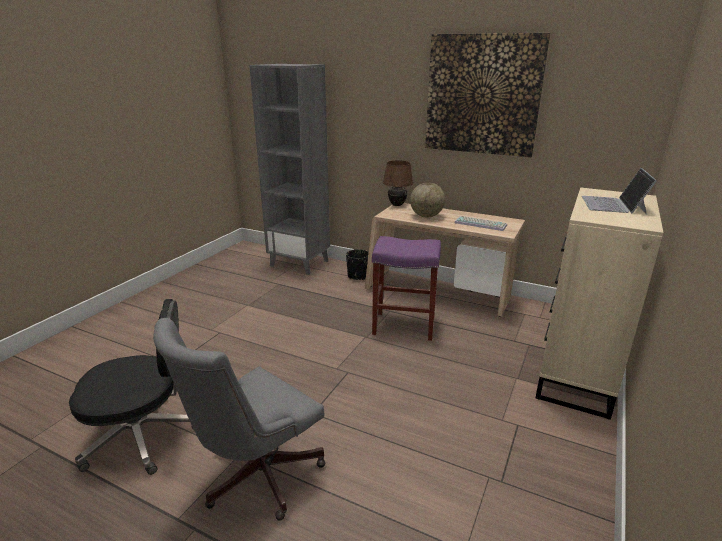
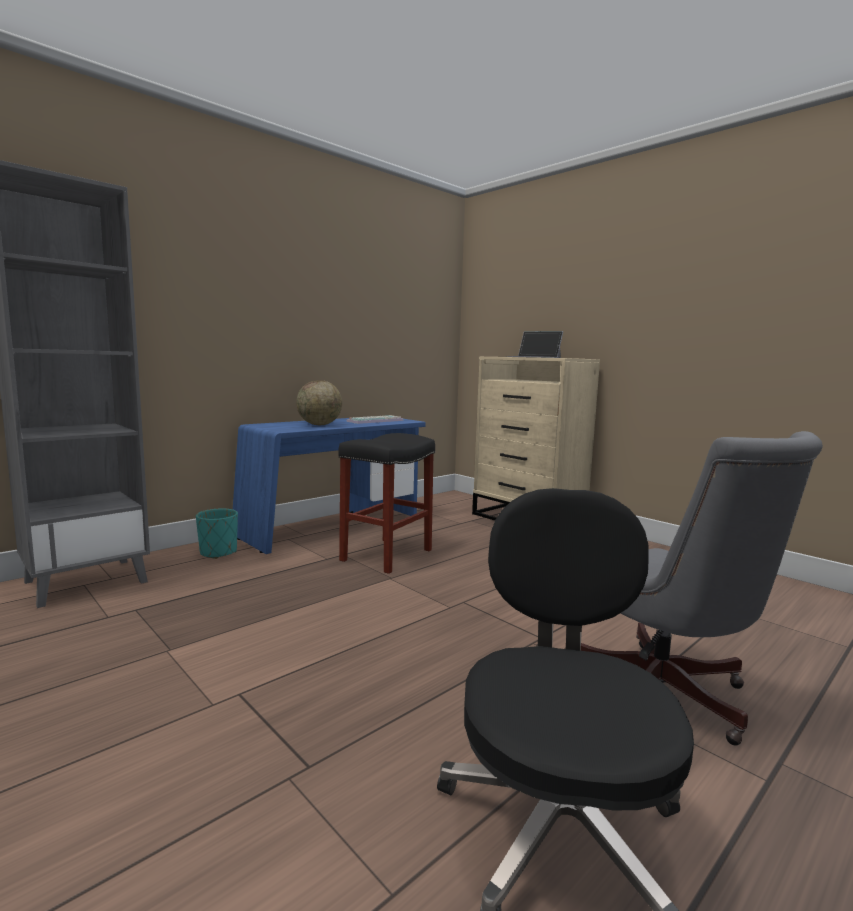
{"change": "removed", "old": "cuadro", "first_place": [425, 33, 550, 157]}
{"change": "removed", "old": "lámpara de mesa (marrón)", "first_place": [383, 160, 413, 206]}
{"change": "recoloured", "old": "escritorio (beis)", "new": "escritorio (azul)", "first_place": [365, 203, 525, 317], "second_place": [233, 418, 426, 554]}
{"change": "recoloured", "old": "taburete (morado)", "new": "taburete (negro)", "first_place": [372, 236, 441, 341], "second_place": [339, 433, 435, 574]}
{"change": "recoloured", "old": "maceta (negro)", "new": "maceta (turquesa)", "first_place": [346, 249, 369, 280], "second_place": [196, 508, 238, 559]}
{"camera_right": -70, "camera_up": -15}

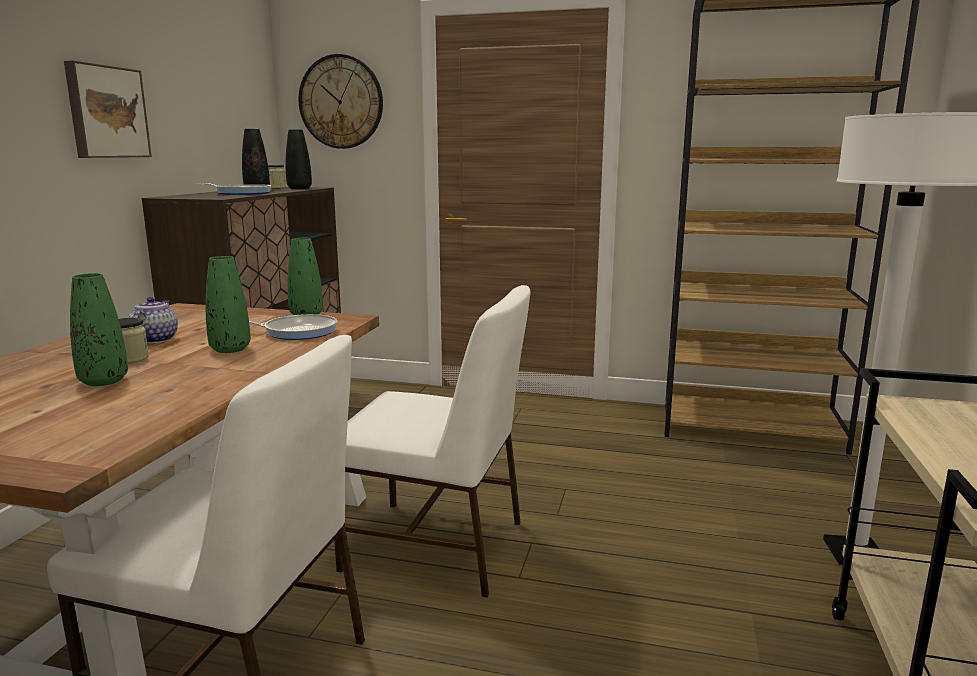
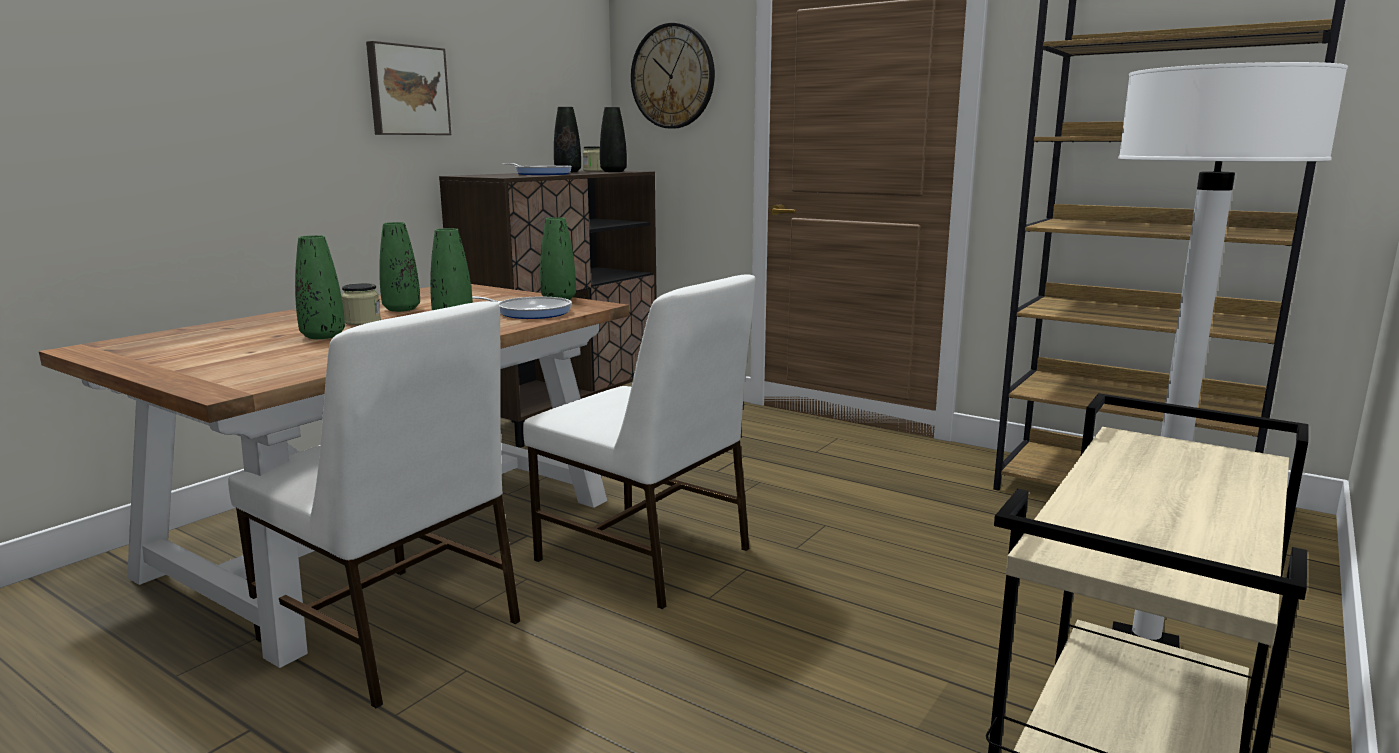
{"change": "replaced", "old": "tetera", "new": "florero (verde)", "first_place": [128, 297, 178, 344], "second_place": [379, 222, 420, 312]}
{"camera_right": 20, "camera_up": 0}

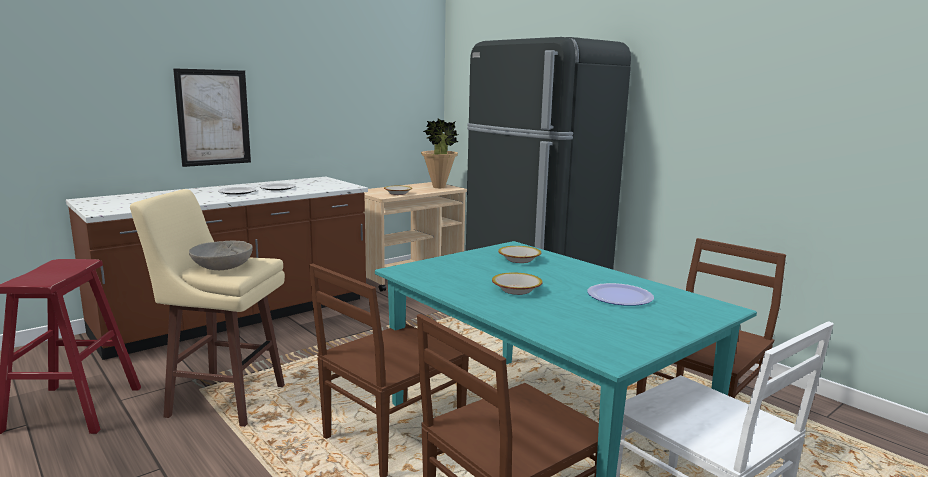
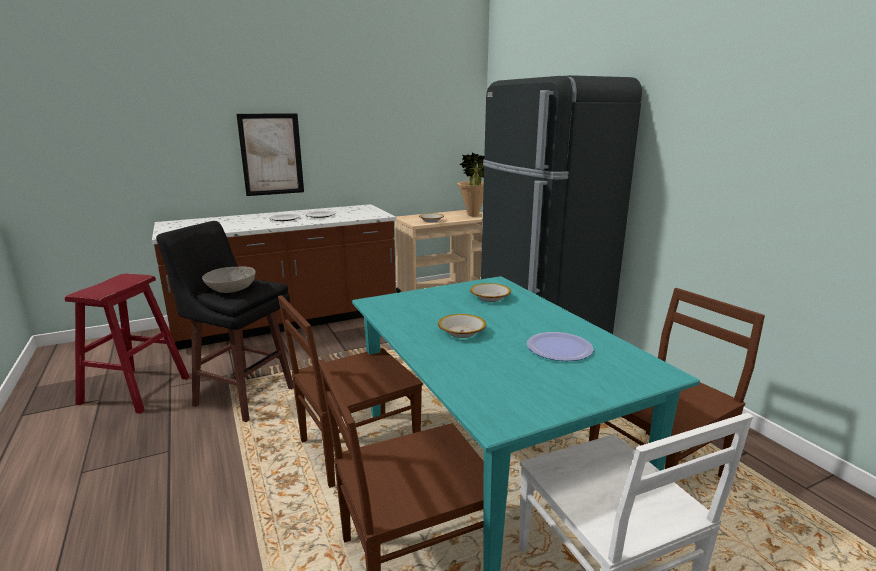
{"change": "recoloured", "old": "taburete (beis)", "new": "taburete (negro)", "first_place": [130, 189, 285, 427], "second_place": [156, 221, 294, 422]}
{"camera_right": 15, "camera_up": 5}

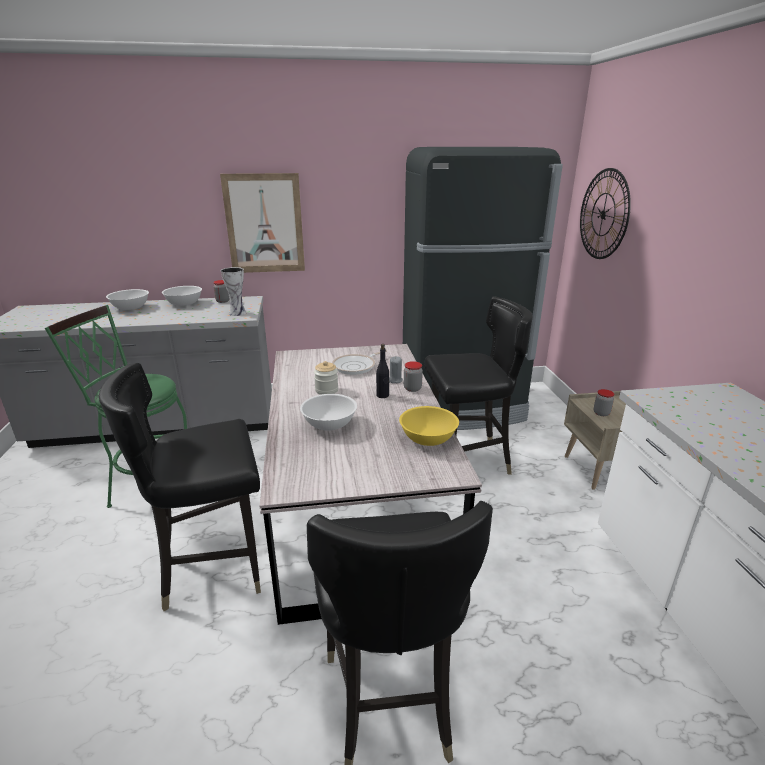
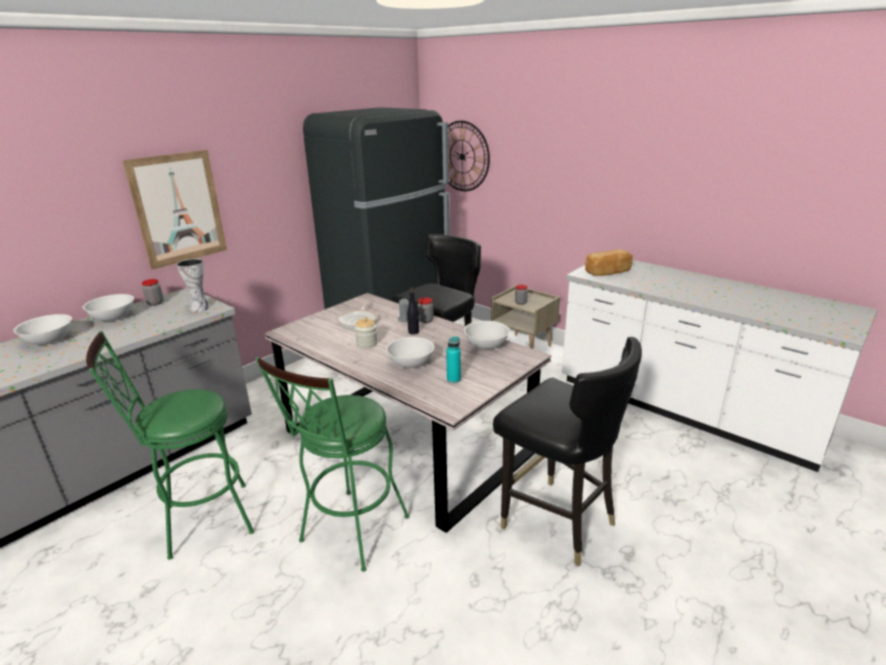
{"change": "replaced", "old": "silla (negro)", "new": "taburete (verde)", "first_place": [99, 363, 261, 611], "second_place": [256, 357, 409, 572]}
{"change": "recoloured", "old": "cuenco (amarillo)", "new": "cuenco (blanco)", "first_place": [399, 406, 459, 446], "second_place": [464, 321, 510, 349]}
{"change": "added", "new": "pan", "second_place": [585, 249, 633, 276]}
{"change": "added", "new": "botella (turquesa)", "second_place": [446, 337, 461, 383]}
{"camera_right": -40, "camera_up": 0}

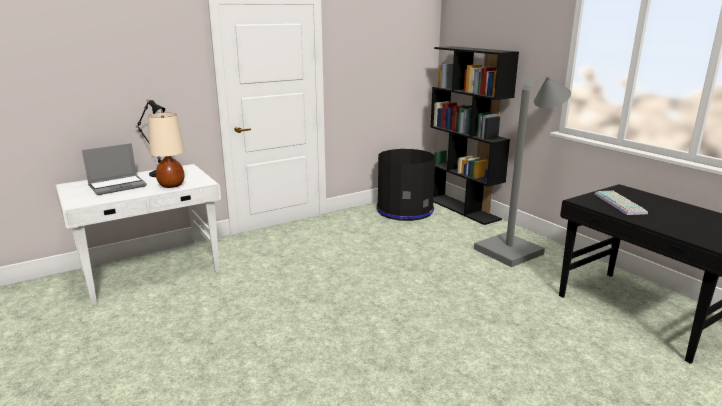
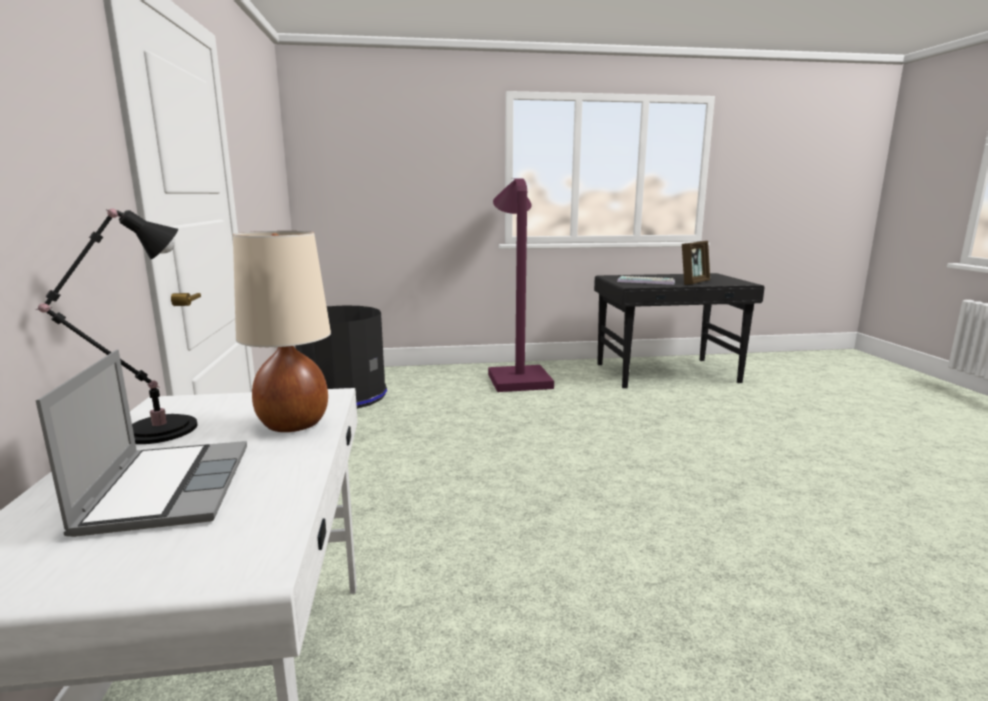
{"change": "removed", "old": "estantería (negro)", "first_place": [430, 46, 519, 225]}
{"change": "recoloured", "old": "lámpara de pie (gris)", "new": "lámpara de pie (morado)", "first_place": [474, 76, 571, 267], "second_place": [488, 178, 554, 392]}
{"change": "added", "new": "portarretratos", "second_place": [682, 241, 710, 285]}
{"camera_right": -65, "camera_up": -5}

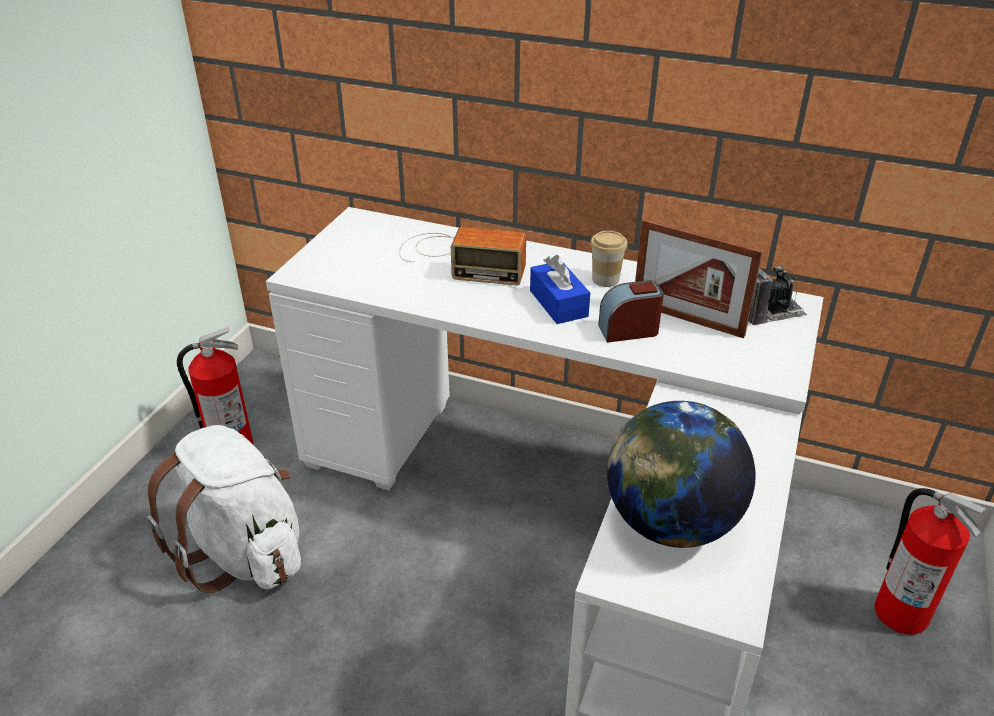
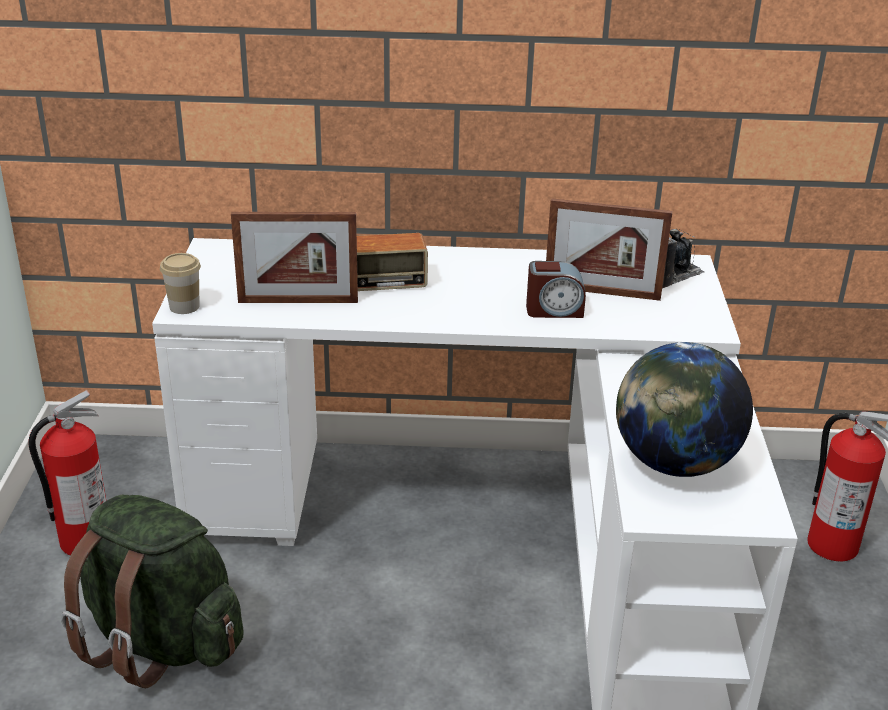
{"change": "moved", "old": "taza", "first_place": [590, 231, 627, 287], "second_place": [160, 253, 201, 314]}
{"change": "removed", "old": "caja de pañuelos (azul)", "first_place": [530, 255, 590, 324]}
{"change": "turned", "old": "despertador", "first_place": [598, 280, 664, 343], "second_place": [526, 261, 586, 318], "degrees": -150}
{"change": "recoloured", "old": "mochila (blanco)", "new": "mochila (verde)", "first_place": [147, 425, 301, 593], "second_place": [61, 495, 244, 688]}
{"change": "added", "new": "portarretratos", "second_place": [231, 212, 358, 303]}
{"camera_right": -20, "camera_up": -5}

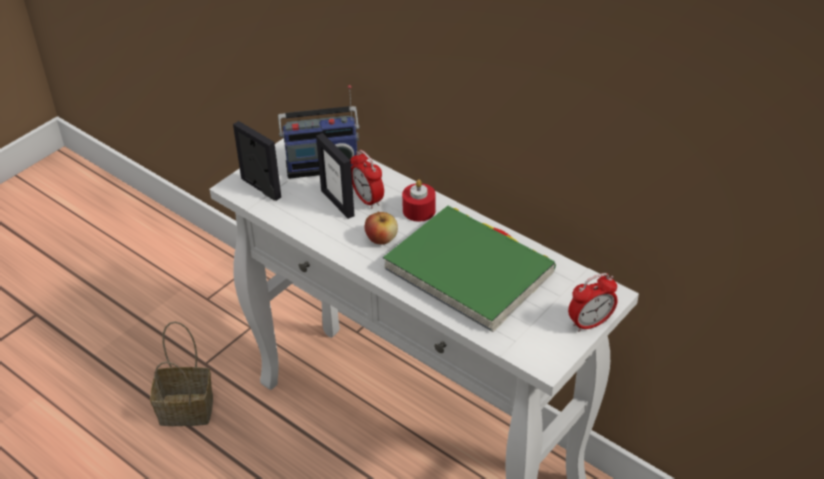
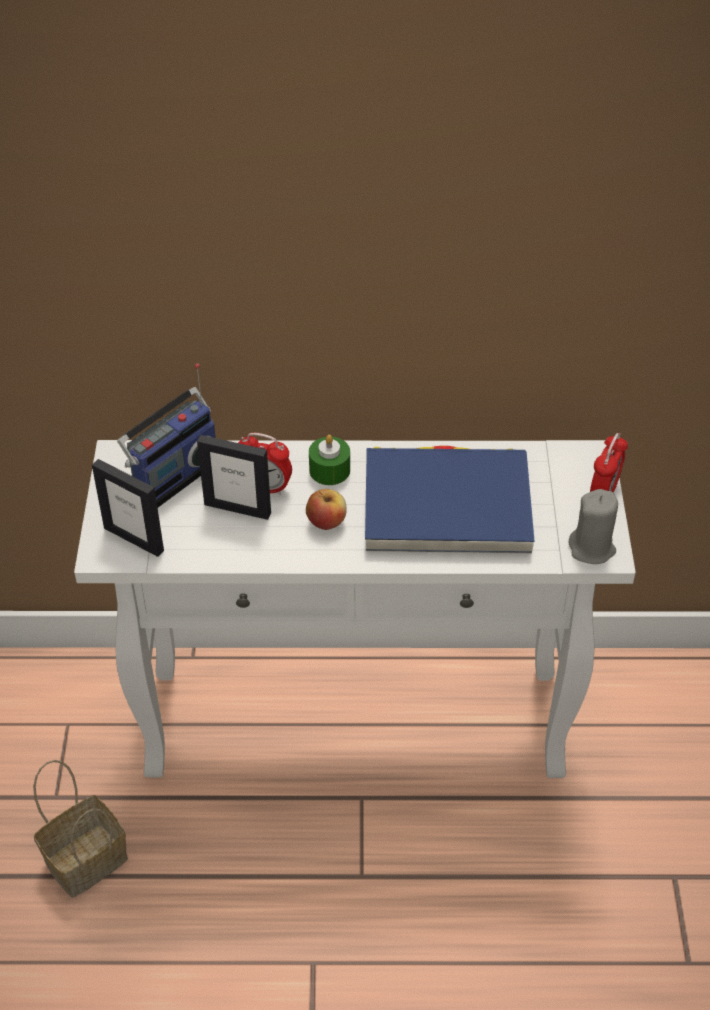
{"change": "turned", "old": "portarretratos", "first_place": [233, 121, 281, 201], "second_place": [92, 459, 164, 557], "degrees": -150}
{"change": "recoloured", "old": "vela (rojo)", "new": "vela (verde)", "first_place": [402, 180, 436, 222], "second_place": [309, 434, 350, 485]}
{"change": "recoloured", "old": "libro (verde)", "new": "libro (azul)", "first_place": [383, 206, 556, 332], "second_place": [365, 446, 534, 553]}
{"change": "added", "new": "vela (gris)", "second_place": [569, 489, 618, 564]}
{"camera_right": -40, "camera_up": 5}

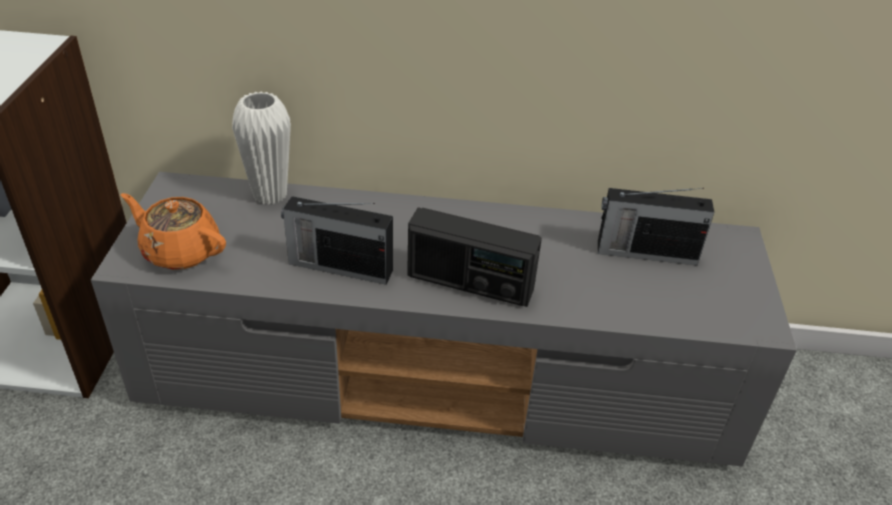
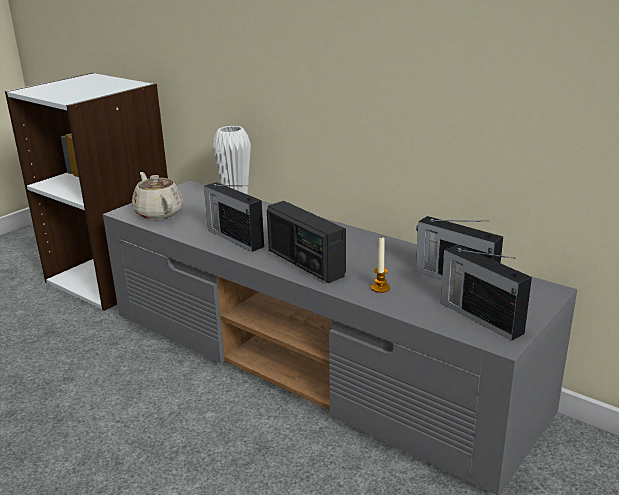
{"change": "recoloured", "old": "tetera (naranja)", "new": "tetera (beis)", "first_place": [121, 193, 226, 270], "second_place": [132, 172, 183, 220]}
{"change": "added", "new": "vela", "second_place": [371, 236, 390, 293]}
{"change": "added", "new": "radio", "second_place": [441, 245, 532, 341]}
{"camera_right": 35, "camera_up": -15}

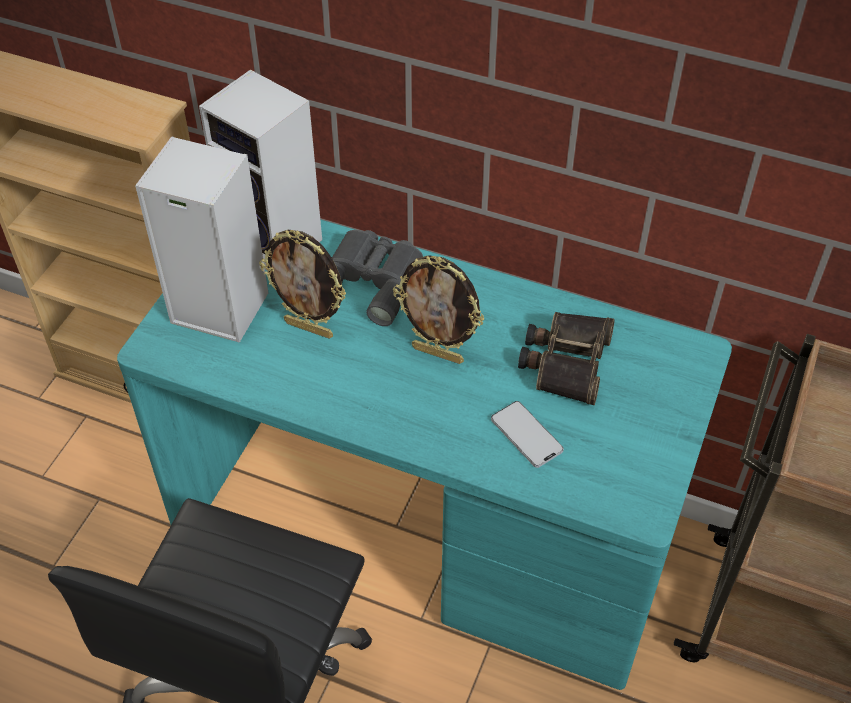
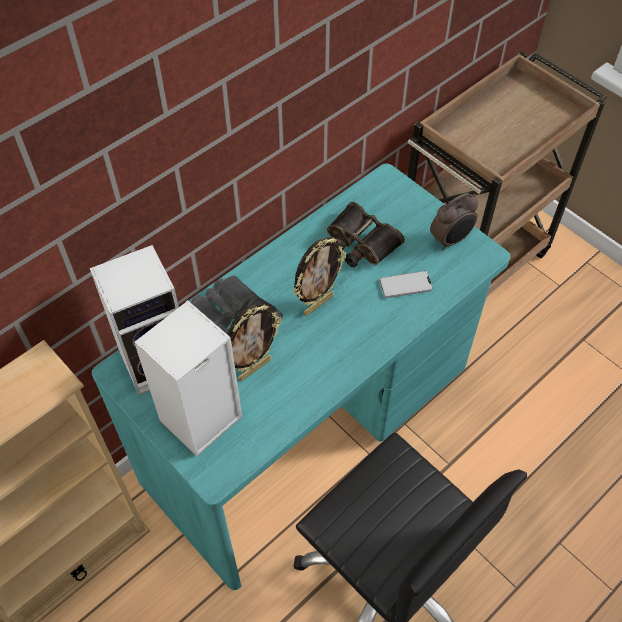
{"change": "added", "new": "despertador", "second_place": [430, 193, 479, 250]}
{"camera_right": -65, "camera_up": 5}

